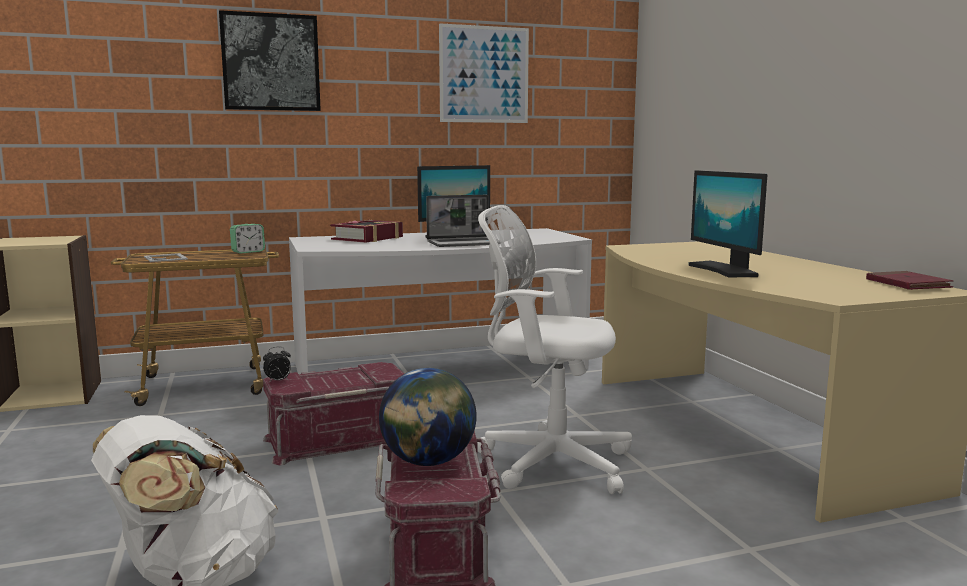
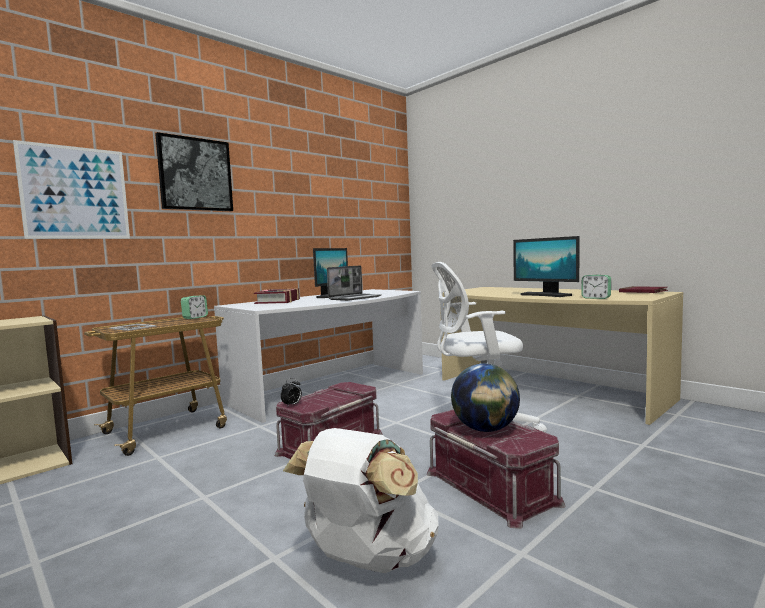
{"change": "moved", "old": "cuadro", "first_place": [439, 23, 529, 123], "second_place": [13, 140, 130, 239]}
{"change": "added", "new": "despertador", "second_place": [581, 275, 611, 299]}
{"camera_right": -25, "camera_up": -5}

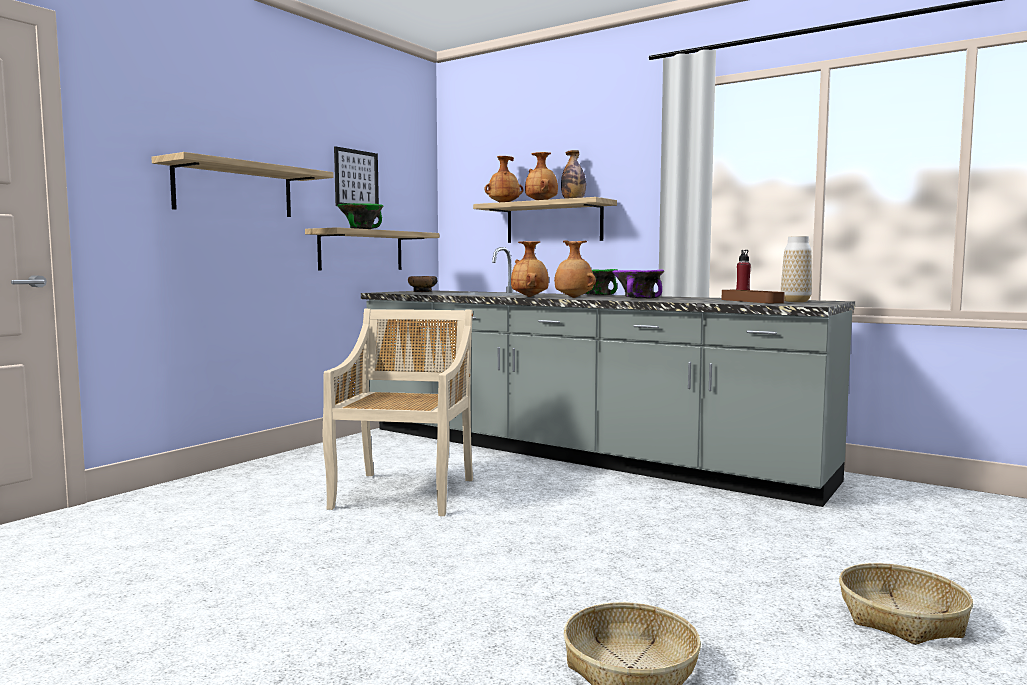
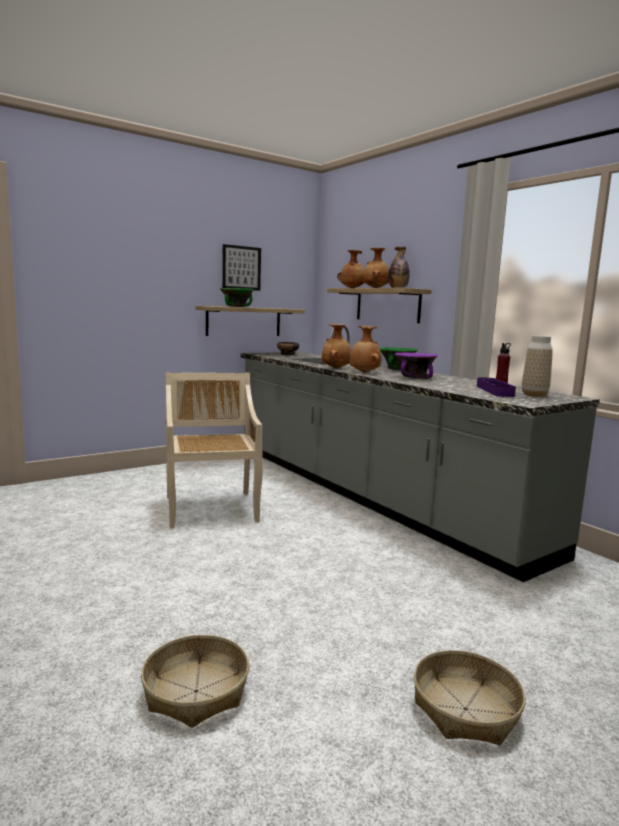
{"change": "removed", "old": "estante", "first_place": [152, 152, 334, 217]}
{"change": "recoloured", "old": "bandeja (marrón)", "new": "bandeja (morado)", "first_place": [722, 290, 785, 303], "second_place": [477, 377, 516, 397]}
{"change": "turned", "old": "silla (beis)", "first_place": [323, 309, 473, 516], "second_place": [165, 372, 263, 528], "degrees": -45}
{"camera_right": 20, "camera_up": 5}

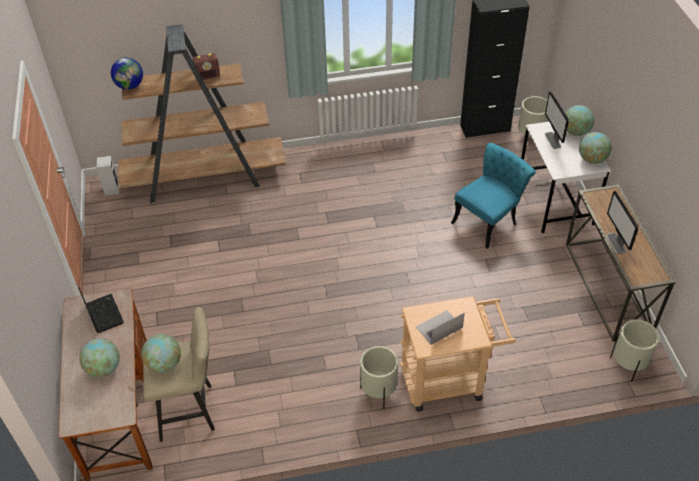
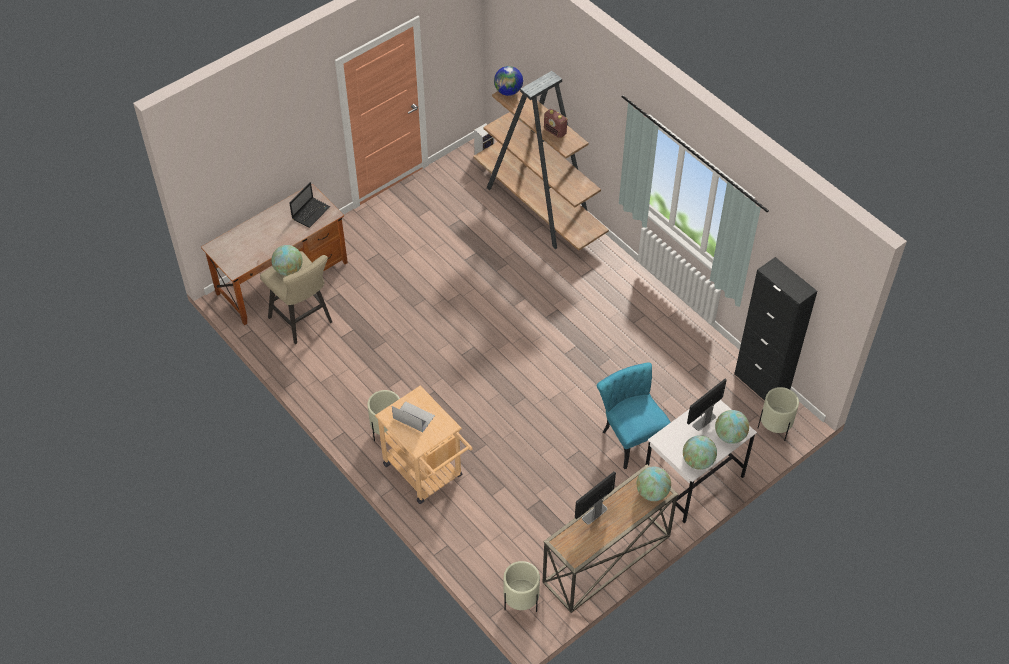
{"change": "turned", "old": "silla (turquesa)", "first_place": [451, 143, 536, 249], "second_place": [597, 363, 671, 469], "degrees": -135}
{"change": "moved", "old": "globo terráqueo", "first_place": [80, 338, 120, 377], "second_place": [637, 467, 671, 501]}
{"camera_right": 60, "camera_up": 5}

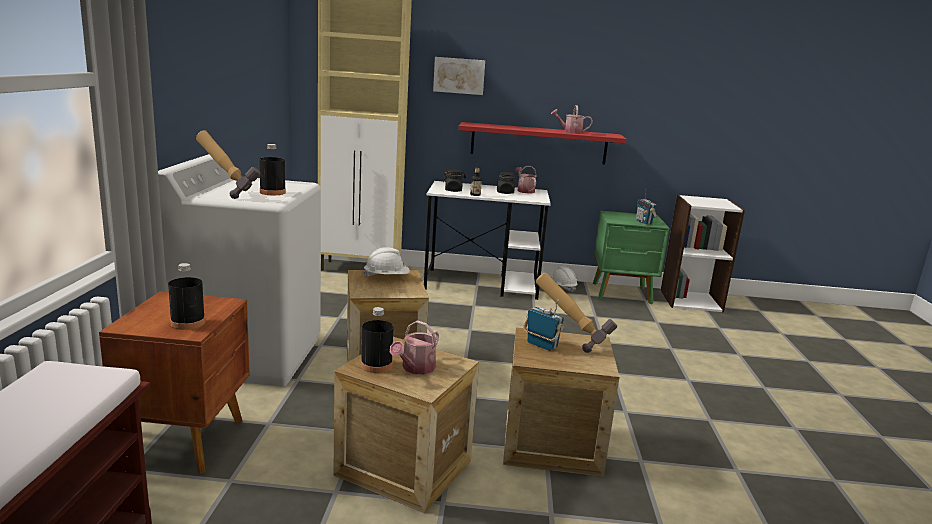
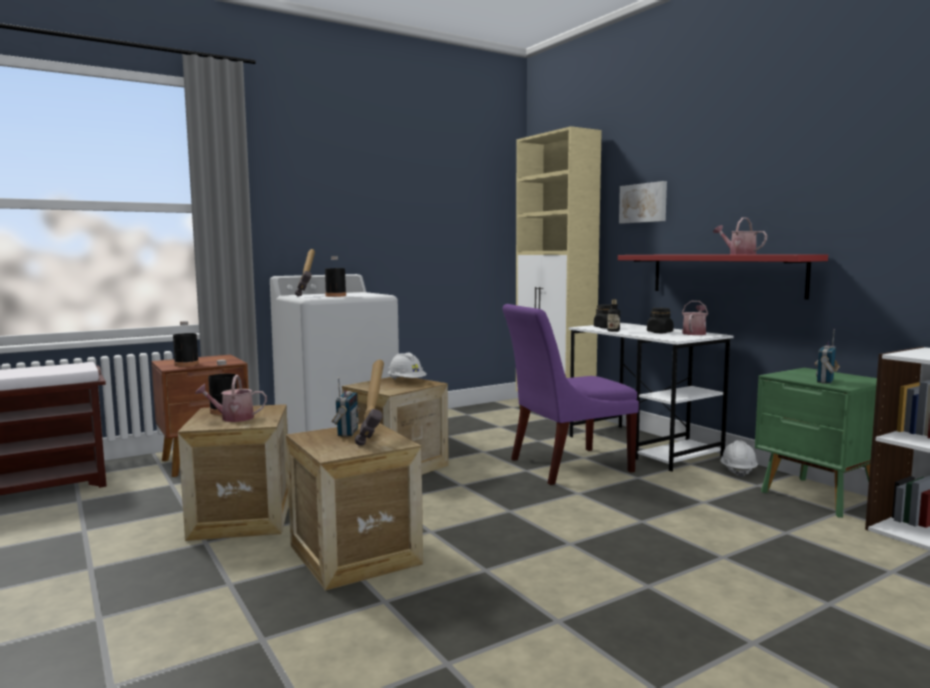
{"change": "added", "new": "silla (morado)", "second_place": [502, 304, 639, 485]}
{"camera_right": 55, "camera_up": -10}

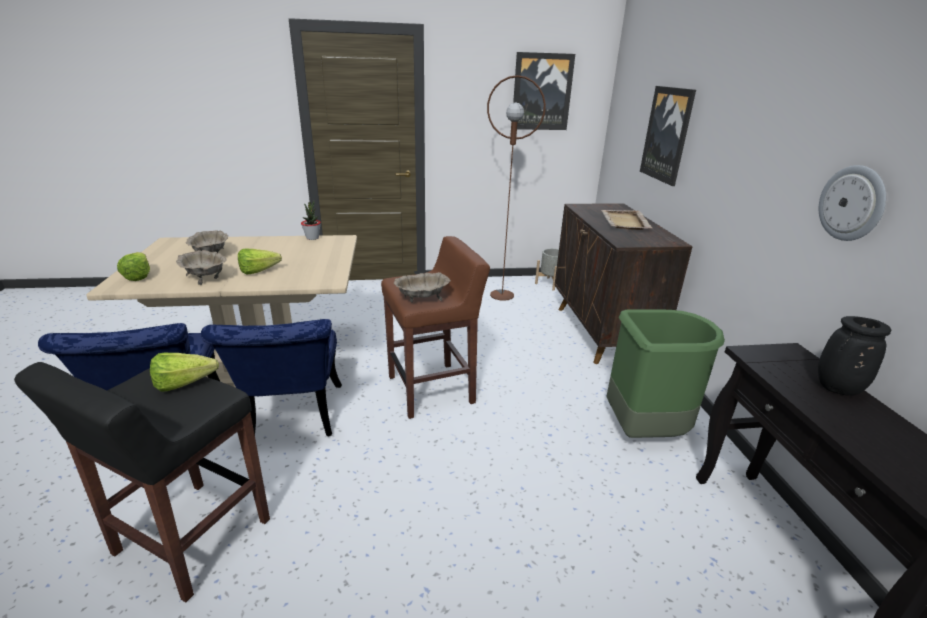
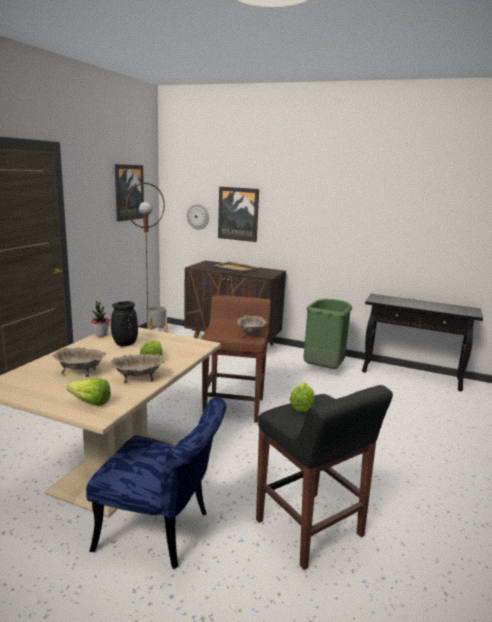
{"change": "moved", "old": "reloj de pared", "first_place": [819, 165, 886, 241], "second_place": [187, 204, 209, 230]}
{"change": "moved", "old": "florero (negro)", "first_place": [818, 316, 891, 395], "second_place": [111, 301, 138, 346]}
{"change": "removed", "old": "silla (azul)", "first_place": [201, 319, 342, 437]}
{"camera_right": -60, "camera_up": -10}

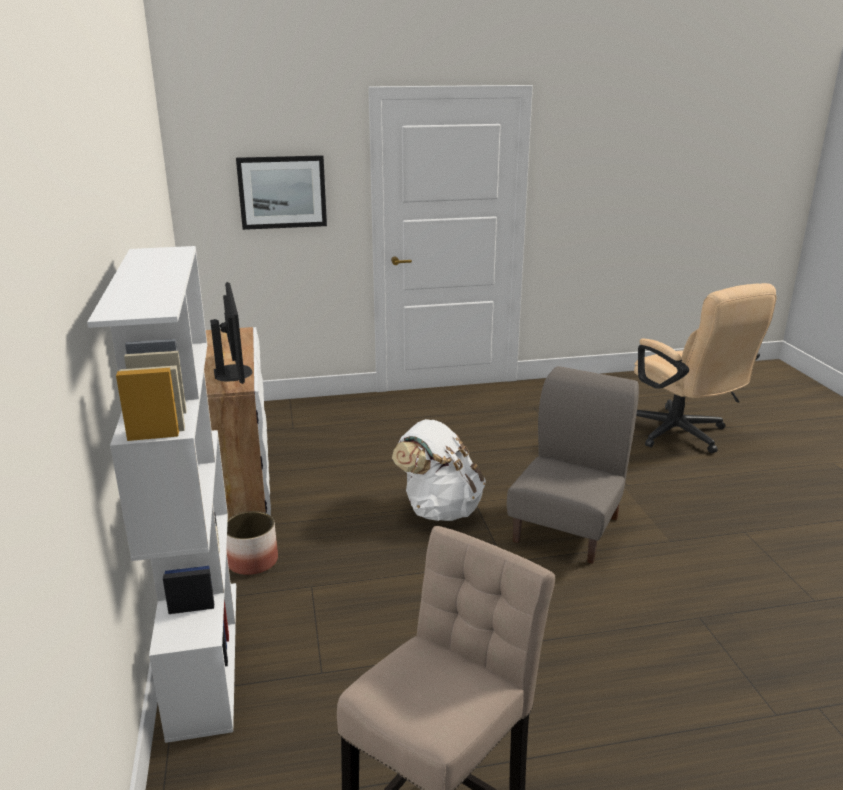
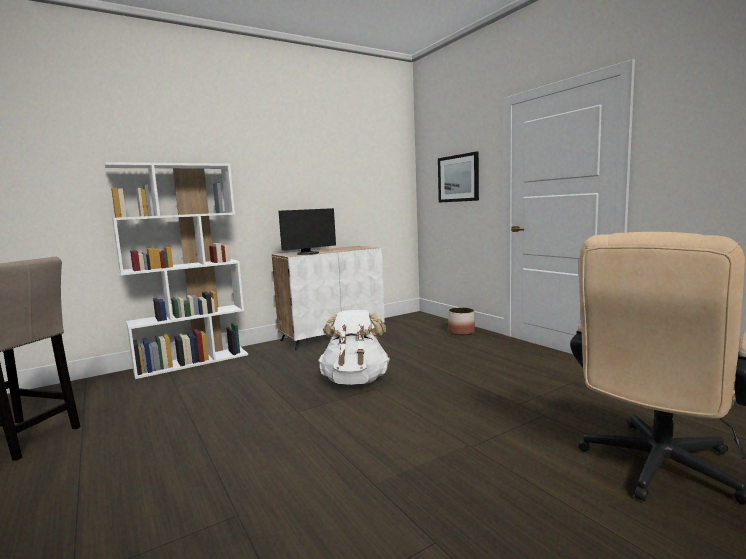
{"change": "removed", "old": "silla (gris)", "first_place": [507, 366, 639, 564]}
{"change": "moved", "old": "maceta", "first_place": [226, 511, 278, 575], "second_place": [448, 307, 475, 335]}
{"camera_right": 70, "camera_up": -15}

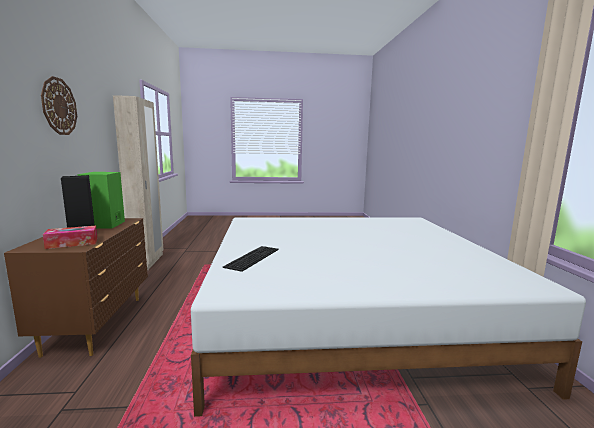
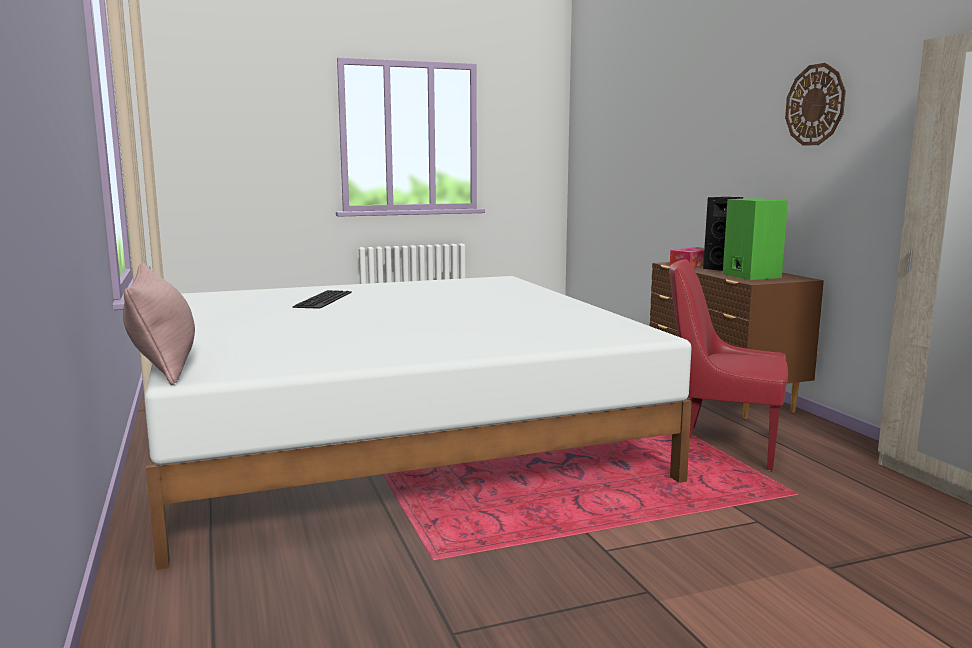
{"change": "moved", "old": "teclado", "first_place": [223, 246, 279, 272], "second_place": [293, 290, 352, 309]}
{"change": "added", "new": "silla (rojo)", "second_place": [669, 259, 788, 471]}
{"change": "added", "new": "cojín (rosa)", "second_place": [123, 263, 195, 385]}
{"camera_right": 165, "camera_up": 0}

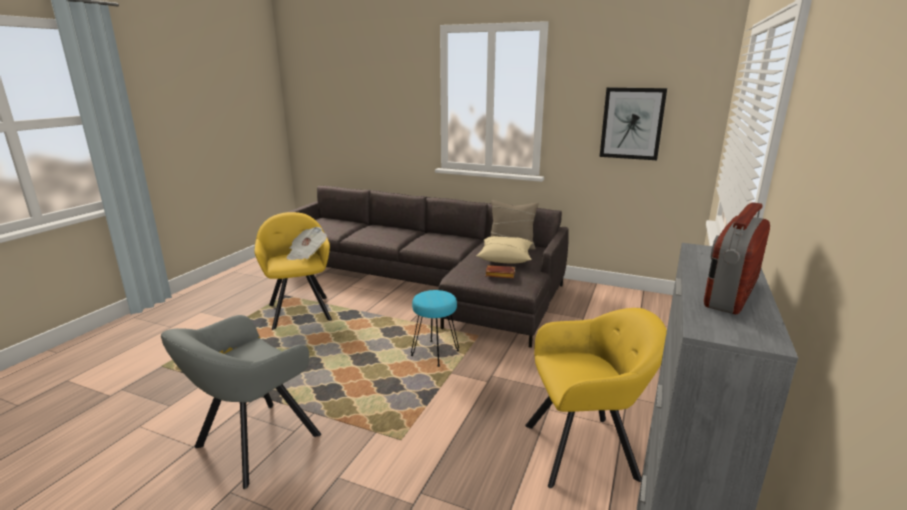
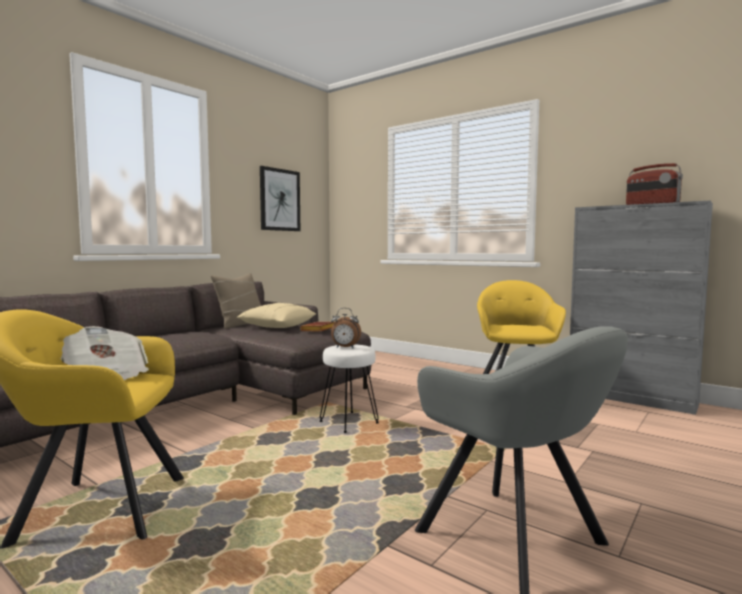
{"change": "recoloured", "old": "taburete (turquesa)", "new": "taburete (blanco)", "first_place": [411, 290, 459, 367], "second_place": [320, 344, 379, 433]}
{"change": "added", "new": "despertador", "second_place": [331, 308, 361, 348]}
{"camera_right": -75, "camera_up": -15}

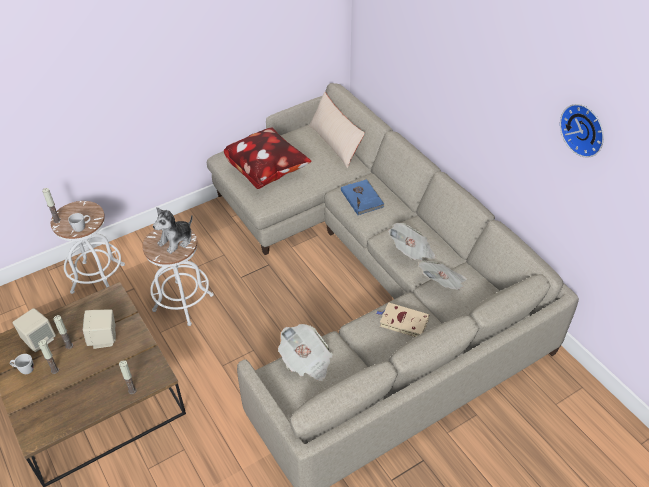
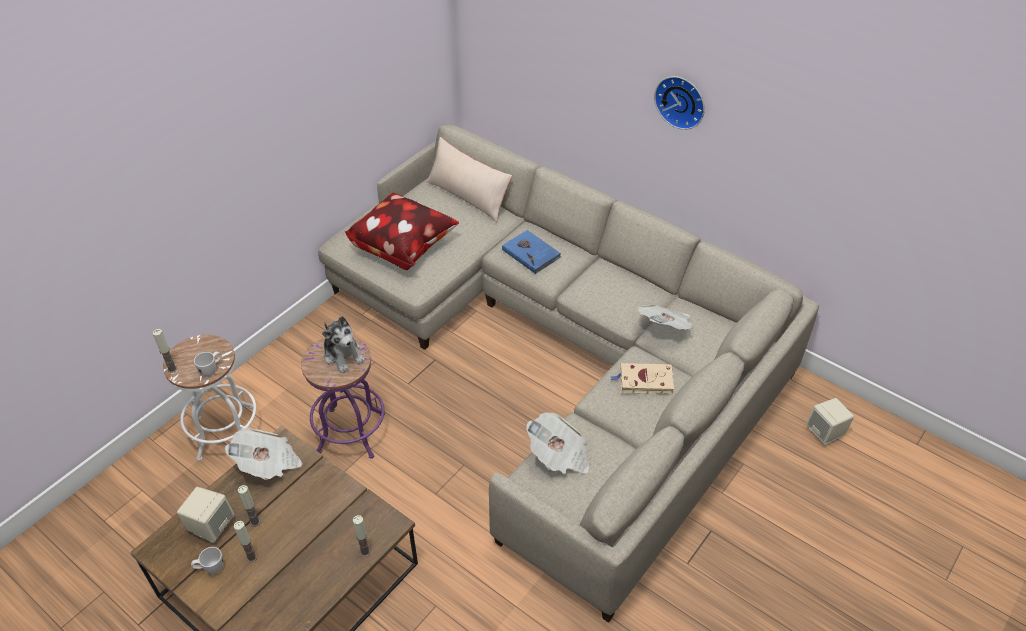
{"change": "moved", "old": "reloj de pared", "first_place": [560, 104, 604, 158], "second_place": [654, 76, 705, 130]}
{"change": "turned", "old": "peluche", "first_place": [153, 207, 193, 254], "second_place": [322, 316, 365, 373], "degrees": -60}
{"change": "moved", "old": "periódico", "first_place": [388, 223, 436, 261], "second_place": [225, 428, 303, 480]}
{"change": "recoloured", "old": "taburete (blanco)", "new": "taburete (morado)", "first_place": [142, 229, 214, 326], "second_place": [301, 337, 385, 459]}
{"change": "moved", "old": "altavoz (beis)", "first_place": [83, 309, 116, 349], "second_place": [806, 398, 854, 445]}
{"camera_right": -20, "camera_up": 0}

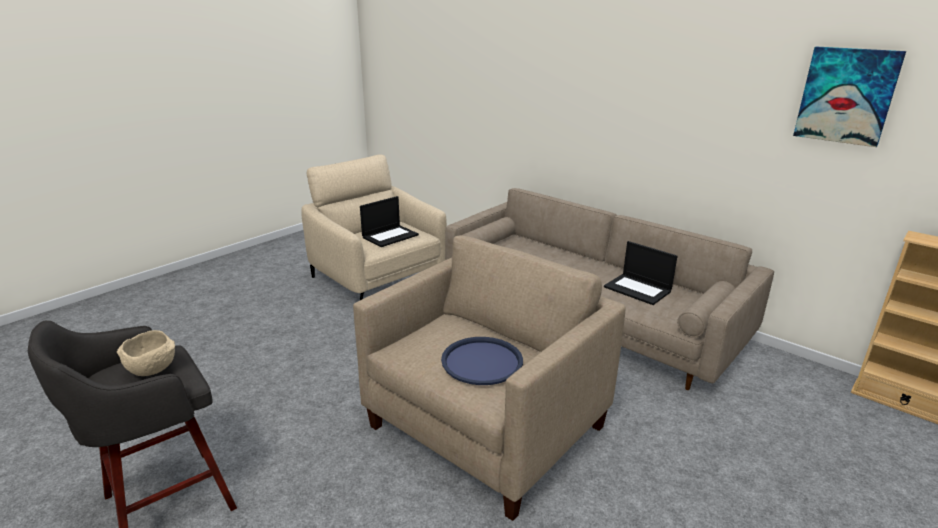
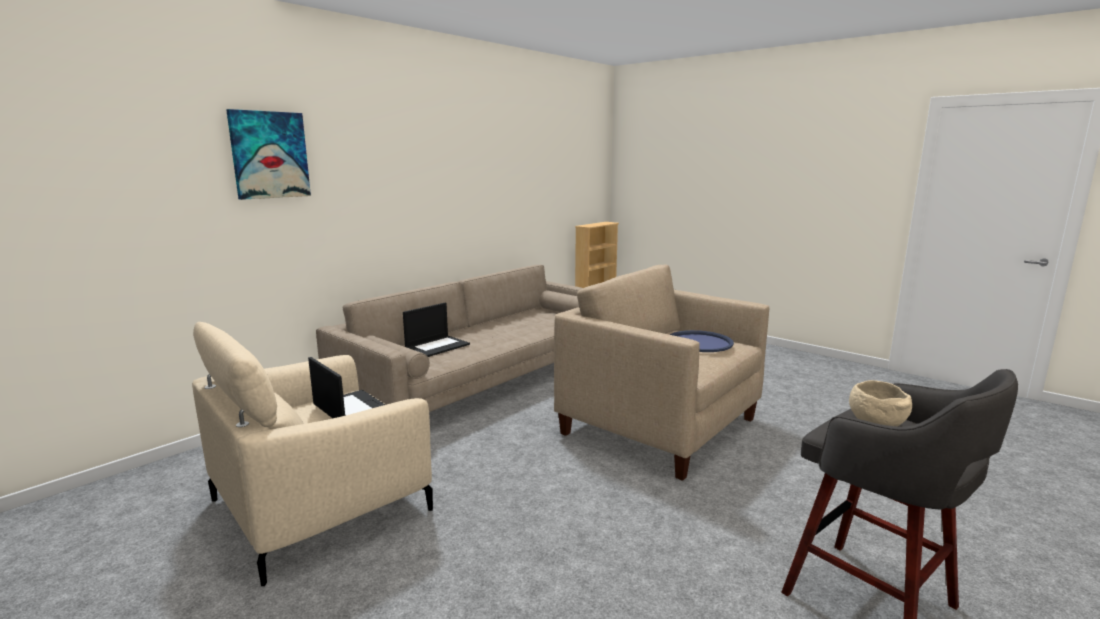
{"change": "moved", "old": "cuadro", "first_place": [793, 46, 906, 147], "second_place": [226, 109, 311, 200]}
{"change": "moved", "old": "portátil", "first_place": [604, 241, 677, 305], "second_place": [403, 303, 470, 357]}
{"camera_right": -90, "camera_up": -10}

